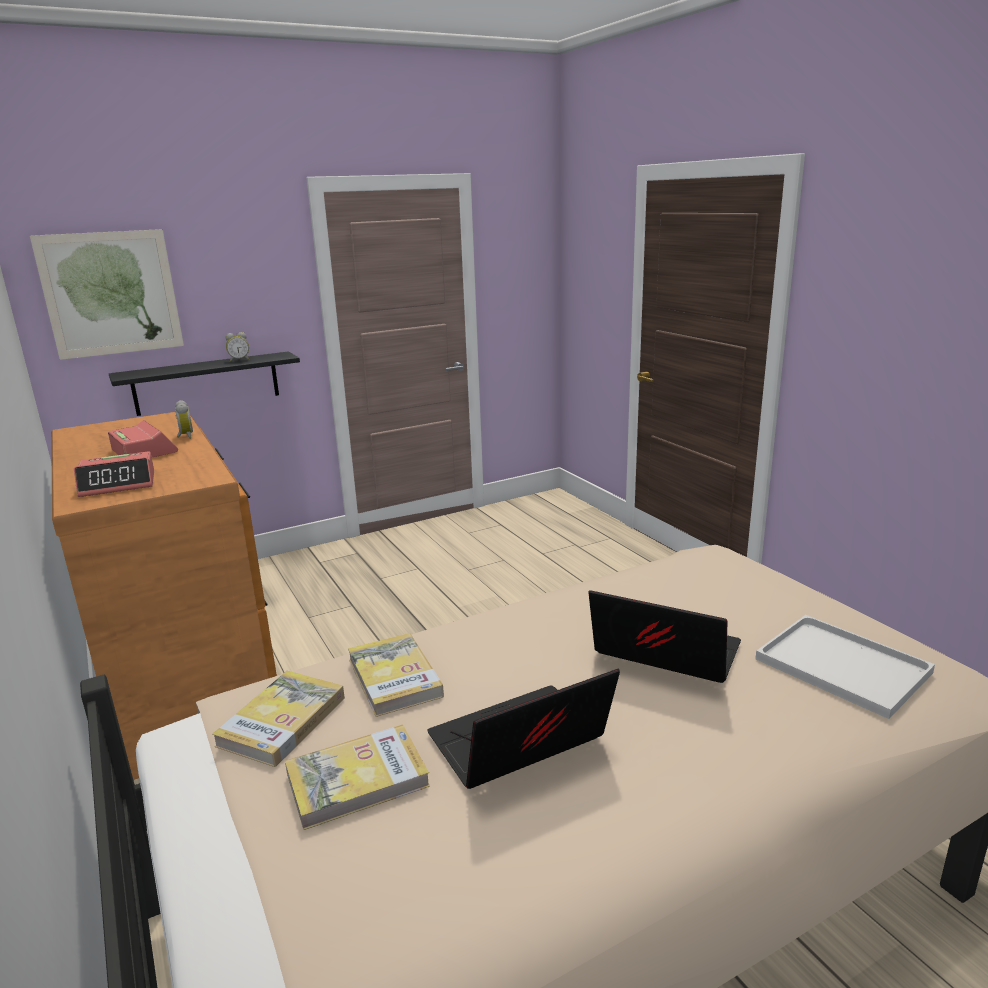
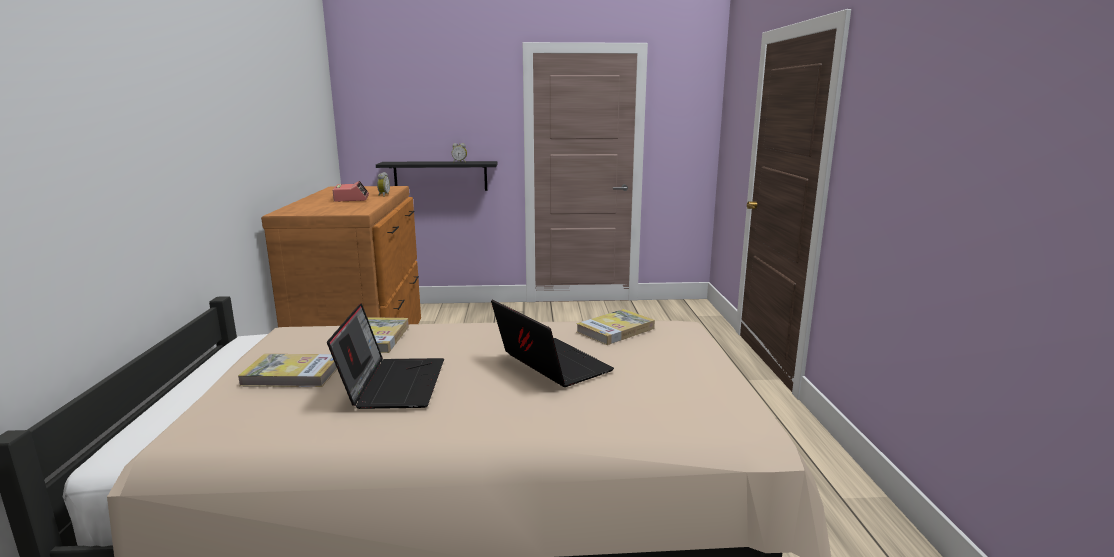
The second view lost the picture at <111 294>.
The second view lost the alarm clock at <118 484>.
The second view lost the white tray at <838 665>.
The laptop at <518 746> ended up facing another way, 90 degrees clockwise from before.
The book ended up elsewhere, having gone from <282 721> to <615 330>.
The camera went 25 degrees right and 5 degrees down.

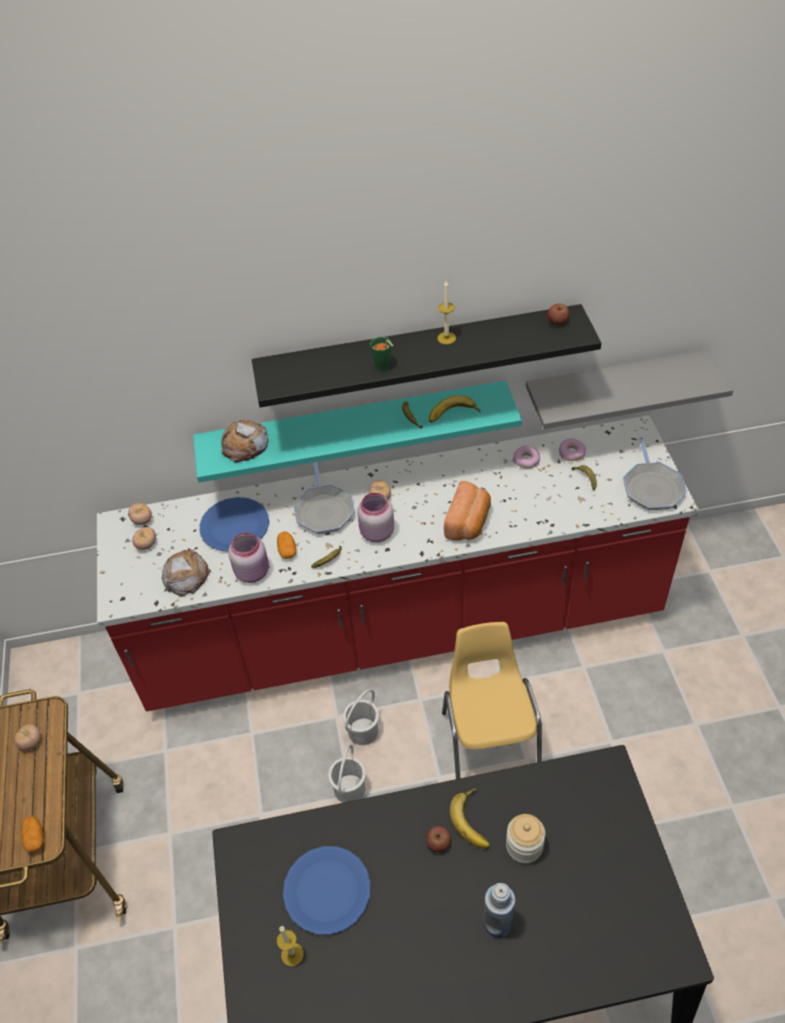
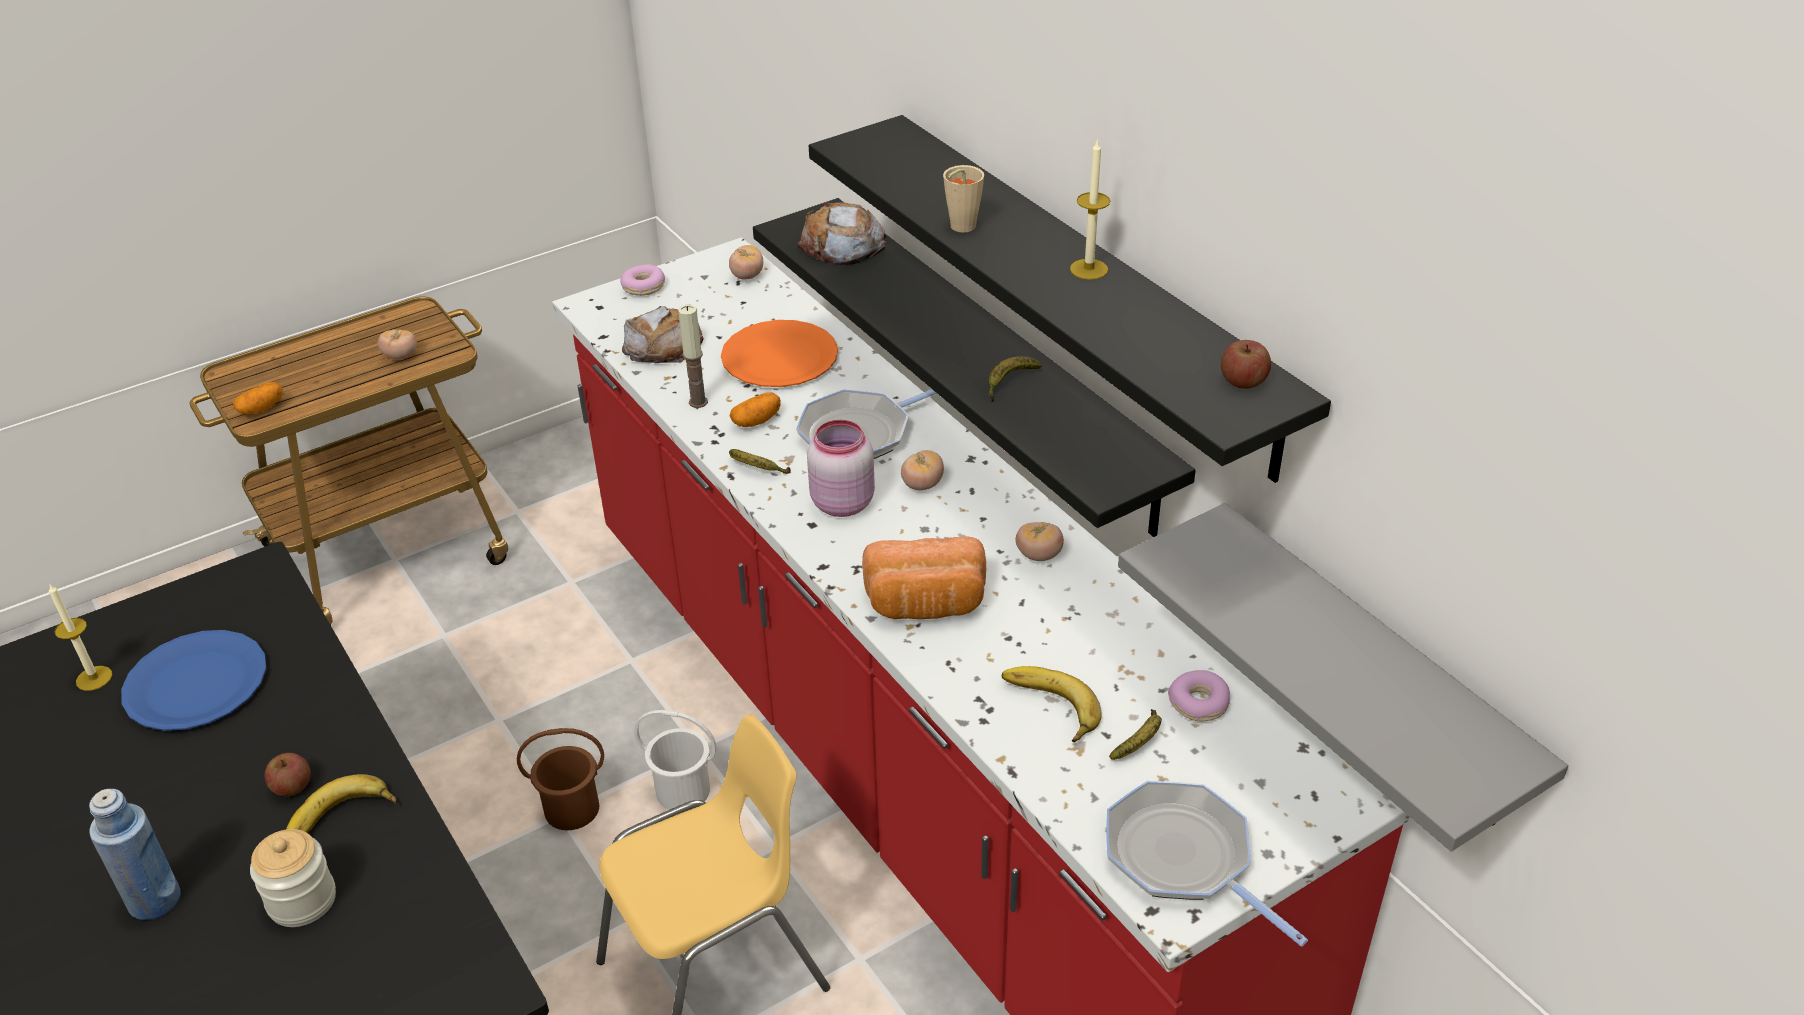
What was the green cup at <384 368> turned into the beige cup at <959 228>.
What was the turquoise shelf at <353 426> turned into the black shelf at <995 361>.
The banana ended up elsewhere, having gone from <453 415> to <1047 708>.
The frying pan at <652 487> ended up facing another way, 75 degrees clockwise from before.
The donut ended up elsewhere, having gone from <526 460> to <643 287>.
What was the blue plate at <234 526> turned into the orange plate at <779 357>.
The tomato ended up elsewhere, having gone from <146 545> to <1038 555>.
Where the pink jar stood at <253 572>, the candle came to stand at <698 402>.
What was the white bucket at <349 789> turned into the brown bucket at <571 808>.
The camera went 65 degrees right and 10 degrees down.

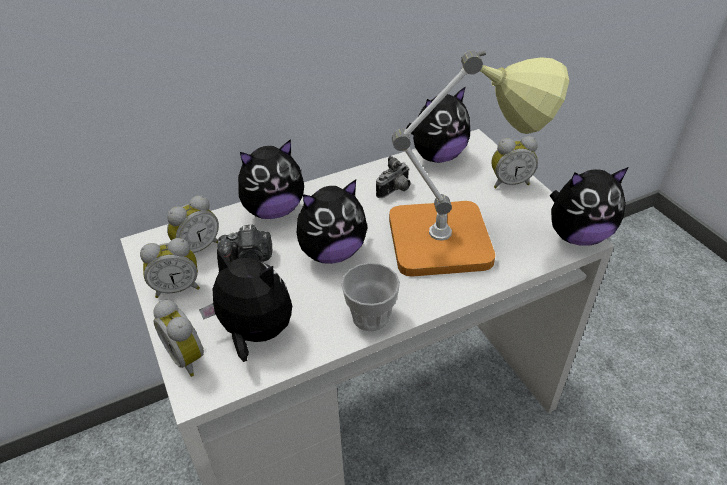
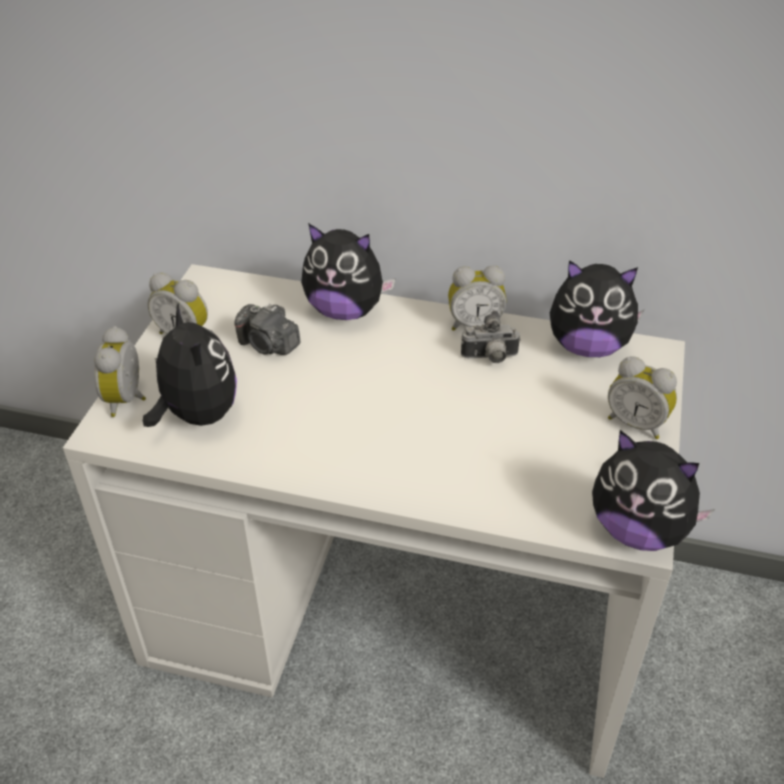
The second view lost the table lamp at <455 238>.
The second view lost the plush toy at <332 252>.
The alarm clock ended up elsewhere, having gone from <197 248> to <474 324>.
The second view lost the cup at <371 316>.
The camera went 40 degrees right and 0 degrees up.

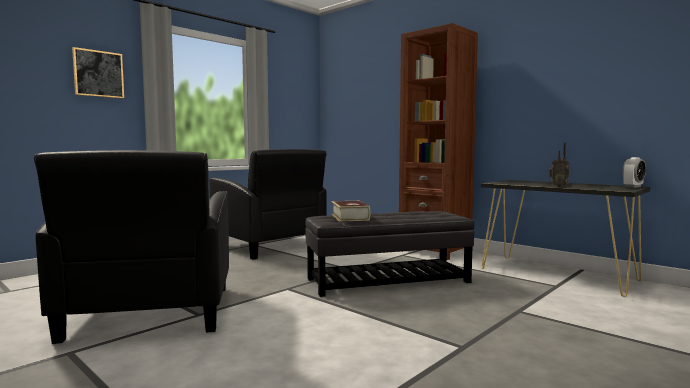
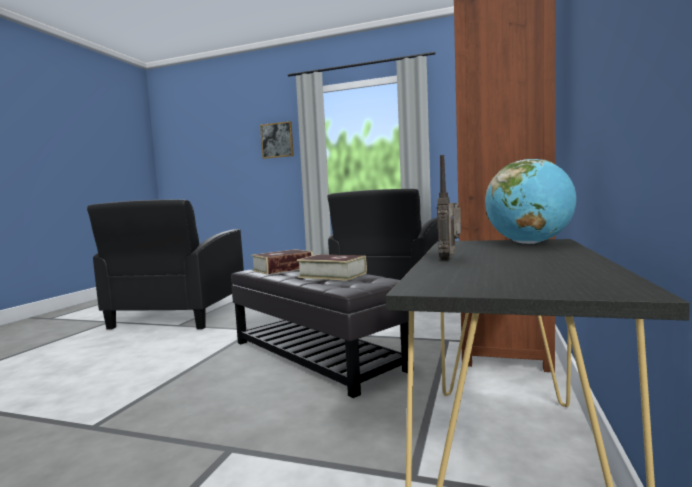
The black armchair at <151 313> ended up facing another way, 45 degrees counterclockwise from before.
The second view lost the alarm clock at <633 187>.
The second view gained the globe at <529 243>.
The second view gained the book at <332 275>.
The camera went 65 degrees right and 0 degrees up.

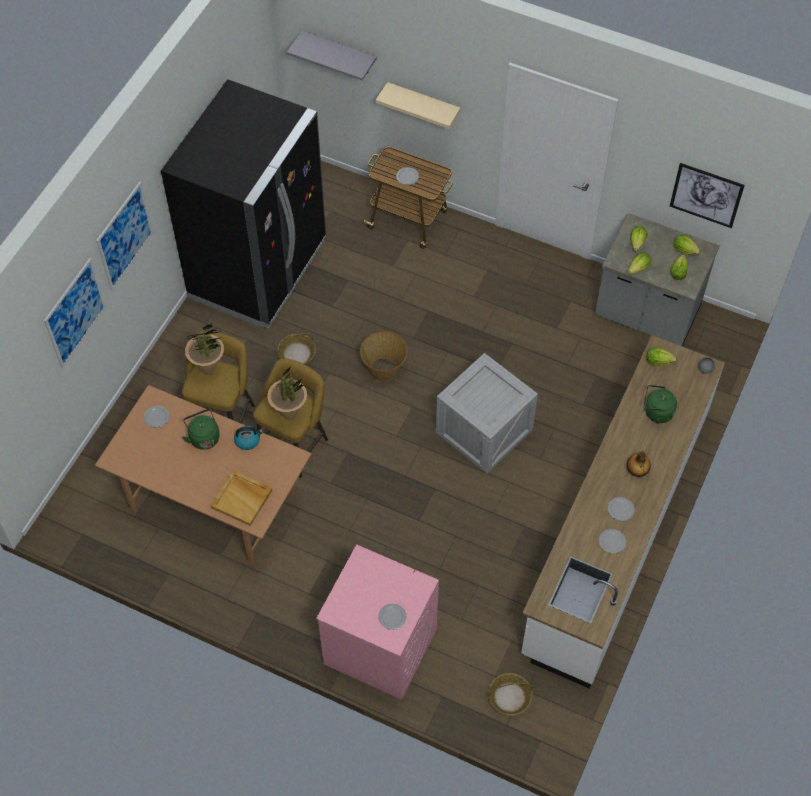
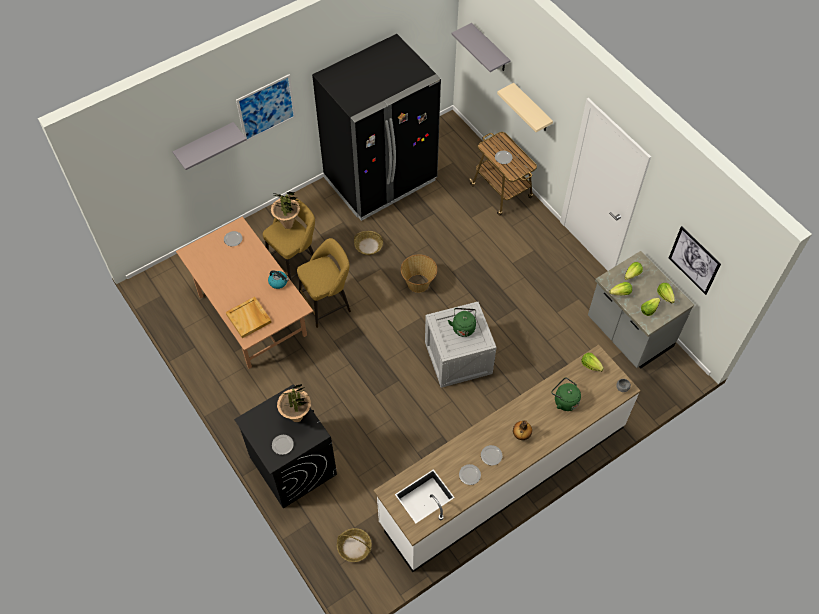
Where the picture hung at <75 313>, the grey shelf came to hang at <205 143>.
The potted plant ended up elsewhere, having gone from <289 414> to <297 417>.
The green kettle ended up elsewhere, having gone from <203 437> to <463 327>.
What was the pink washing machine at <379 646> turned into the black washing machine at <292 465>.
The camera went 30 degrees right and 0 degrees up.

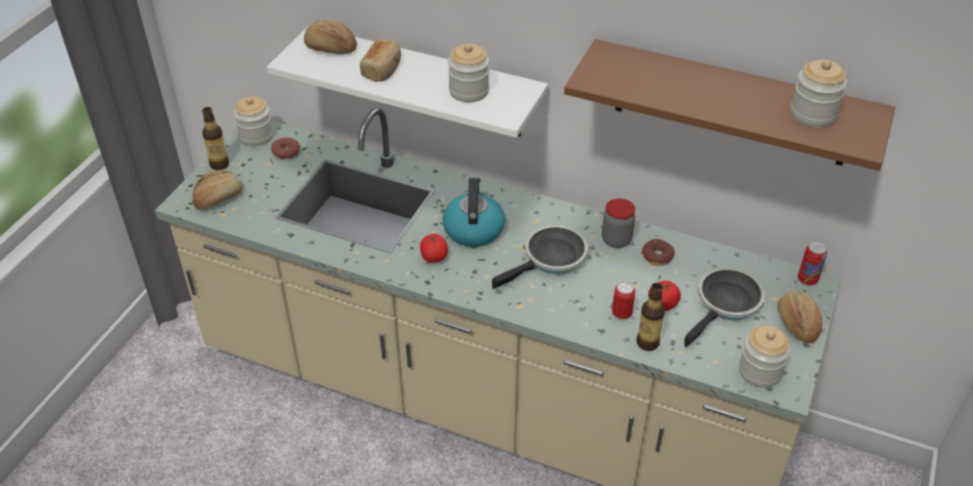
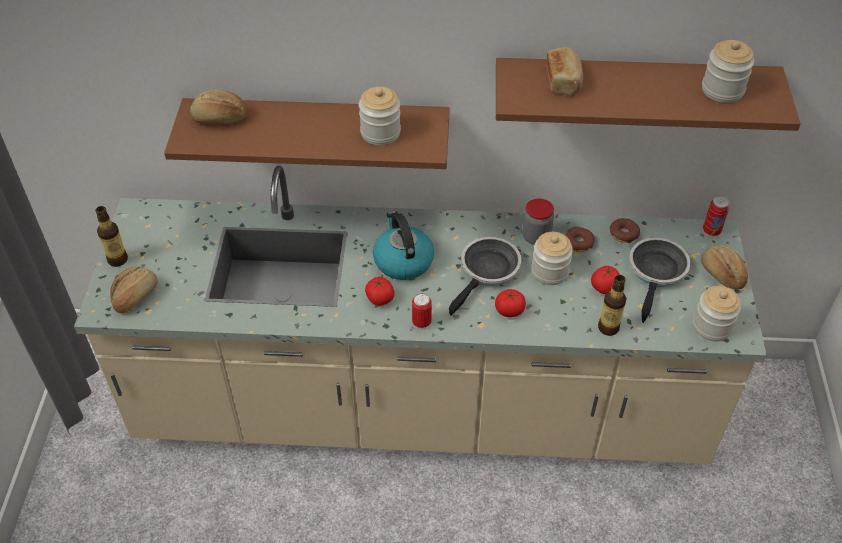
What was the white shelf at <425 82> turned into the brown shelf at <318 129>.
The bread ended up elsewhere, having gone from <382 69> to <564 80>.
The jar ended up elsewhere, having gone from <256 136> to <549 272>.
The donut ended up elsewhere, having gone from <286 152> to <623 234>.
The can ended up elsewhere, having gone from <621 314> to <421 322>.
The second view gained the tomato at <509 311>.
The camera went 20 degrees left and 5 degrees up.

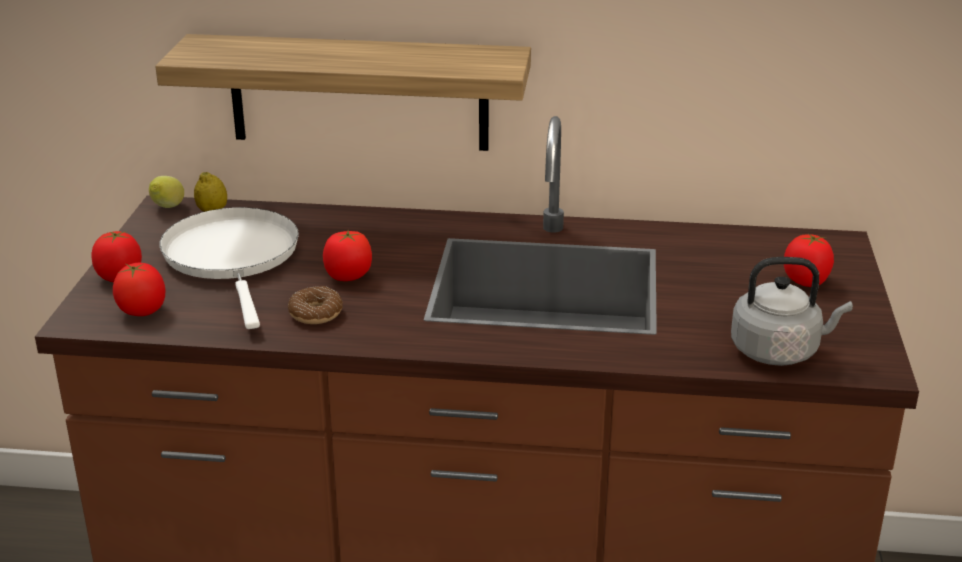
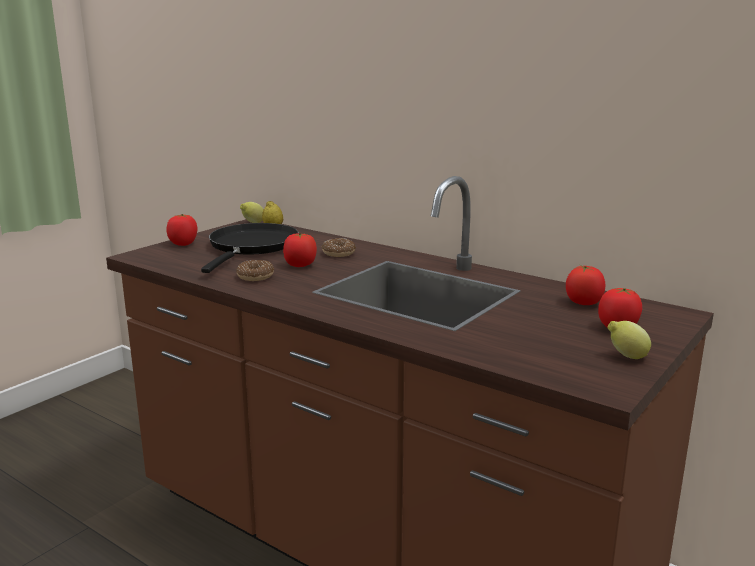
The second view lost the shelf at <359 92>.
What was the white frying pan at <233 258> turned into the black frying pan at <252 247>.
The second view lost the grey kettle at <779 351>.
The tomato ended up elsewhere, having gone from <142 311> to <583 303>.
The second view gained the donut at <338 253>.
The second view gained the lemon at <626 356>.
The camera went 30 degrees right and 10 degrees down.

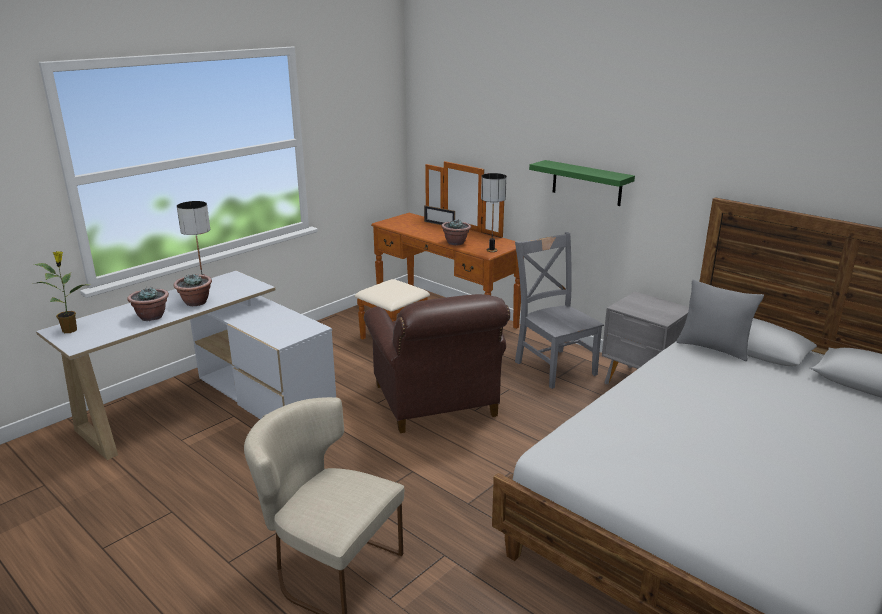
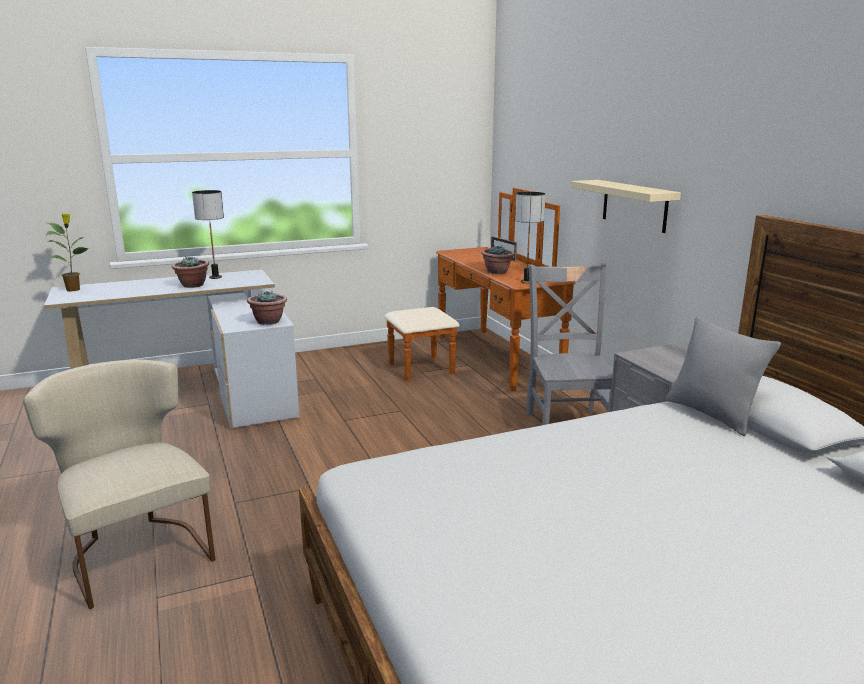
What was the green shelf at <586 183> turned into the beige shelf at <634 205>.
The potted plant ended up elsewhere, having gone from <151 317> to <268 321>.
The second view lost the brown armchair at <437 403>.
The camera went 25 degrees right and 5 degrees down.

